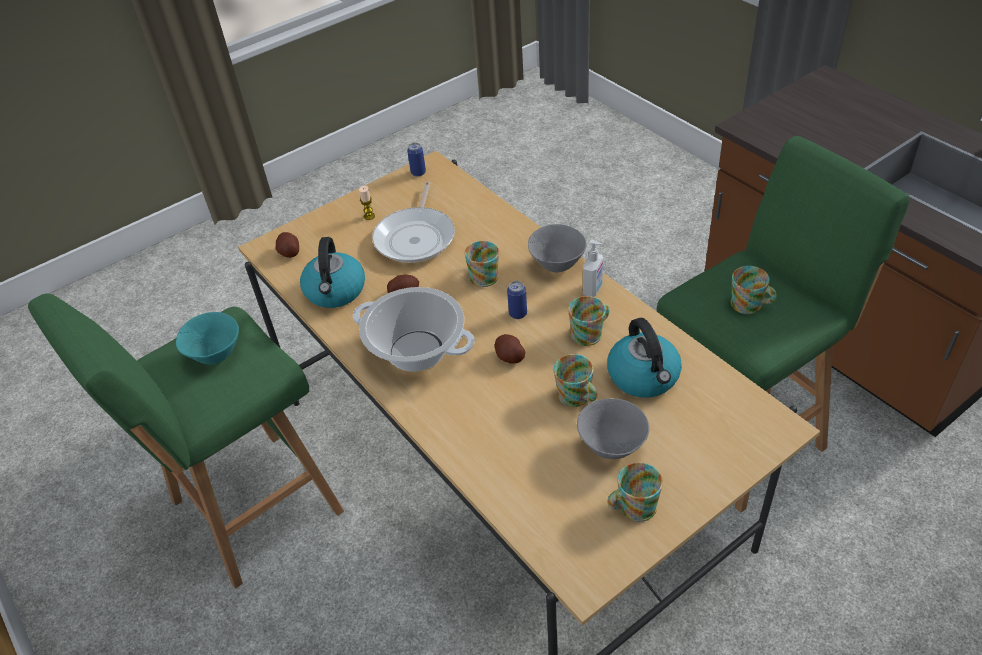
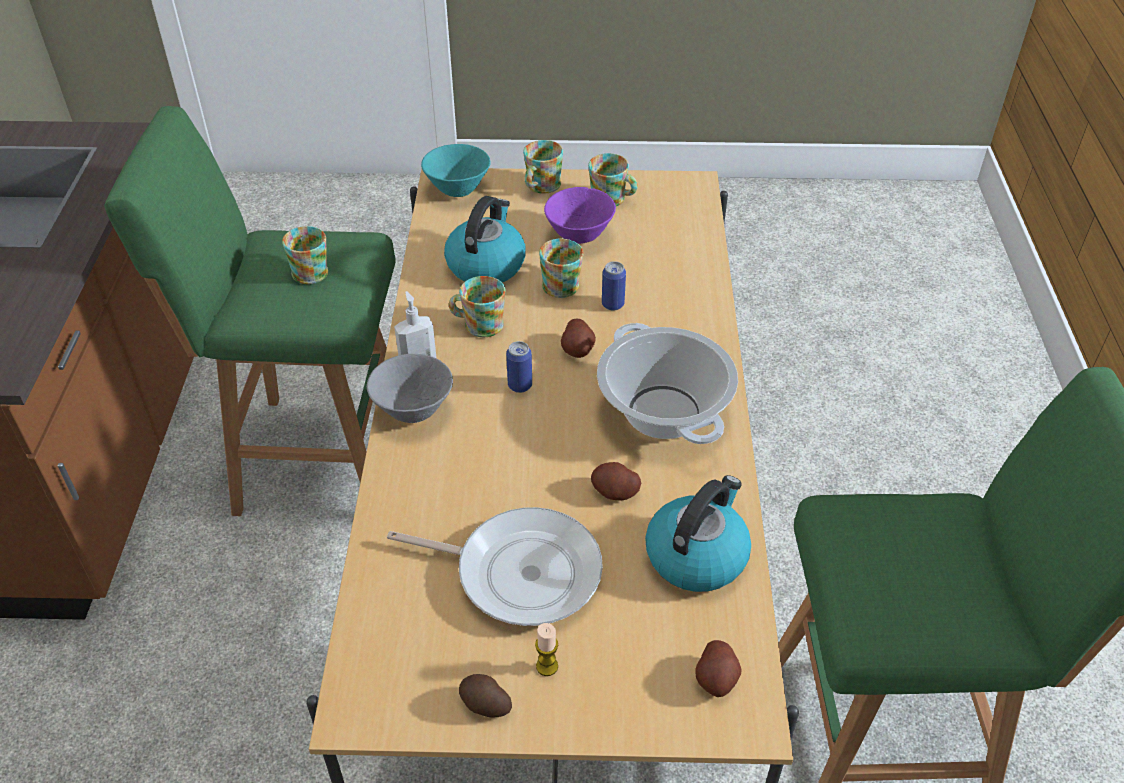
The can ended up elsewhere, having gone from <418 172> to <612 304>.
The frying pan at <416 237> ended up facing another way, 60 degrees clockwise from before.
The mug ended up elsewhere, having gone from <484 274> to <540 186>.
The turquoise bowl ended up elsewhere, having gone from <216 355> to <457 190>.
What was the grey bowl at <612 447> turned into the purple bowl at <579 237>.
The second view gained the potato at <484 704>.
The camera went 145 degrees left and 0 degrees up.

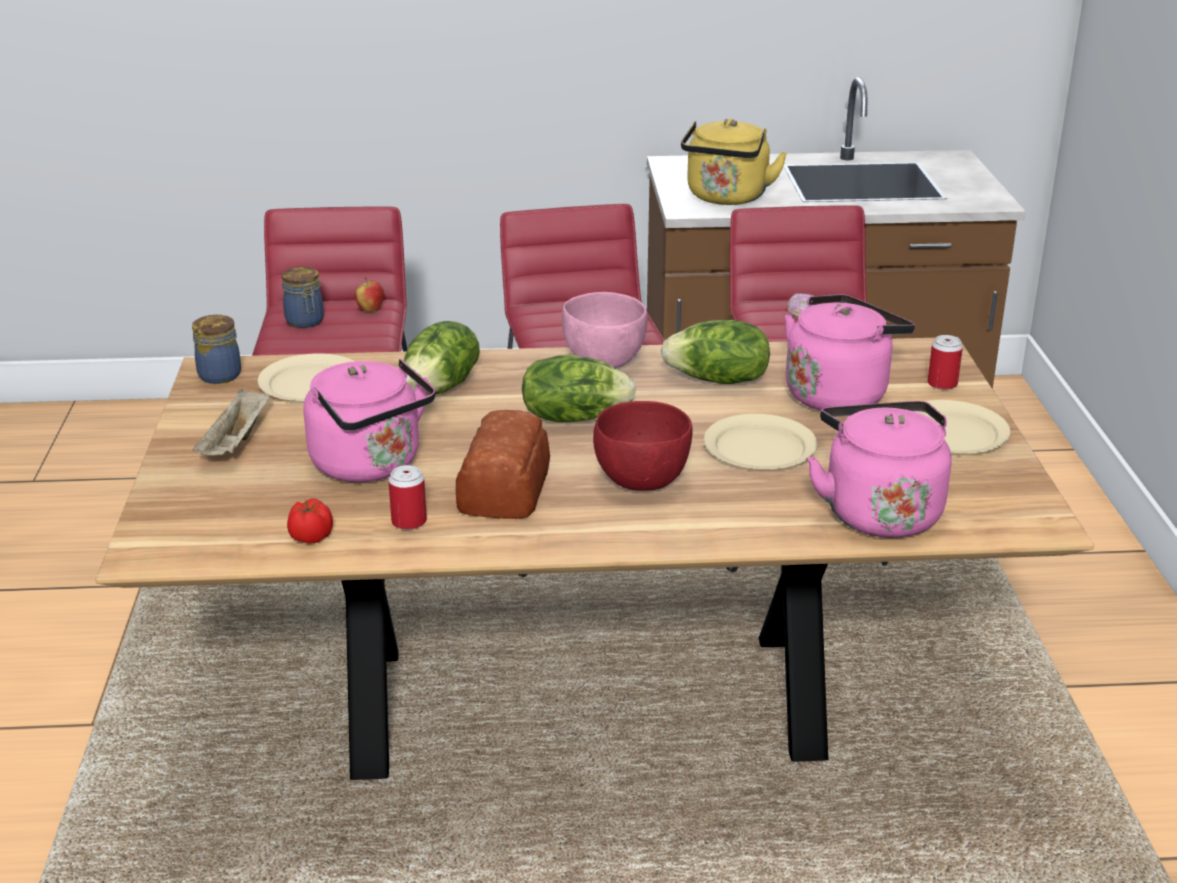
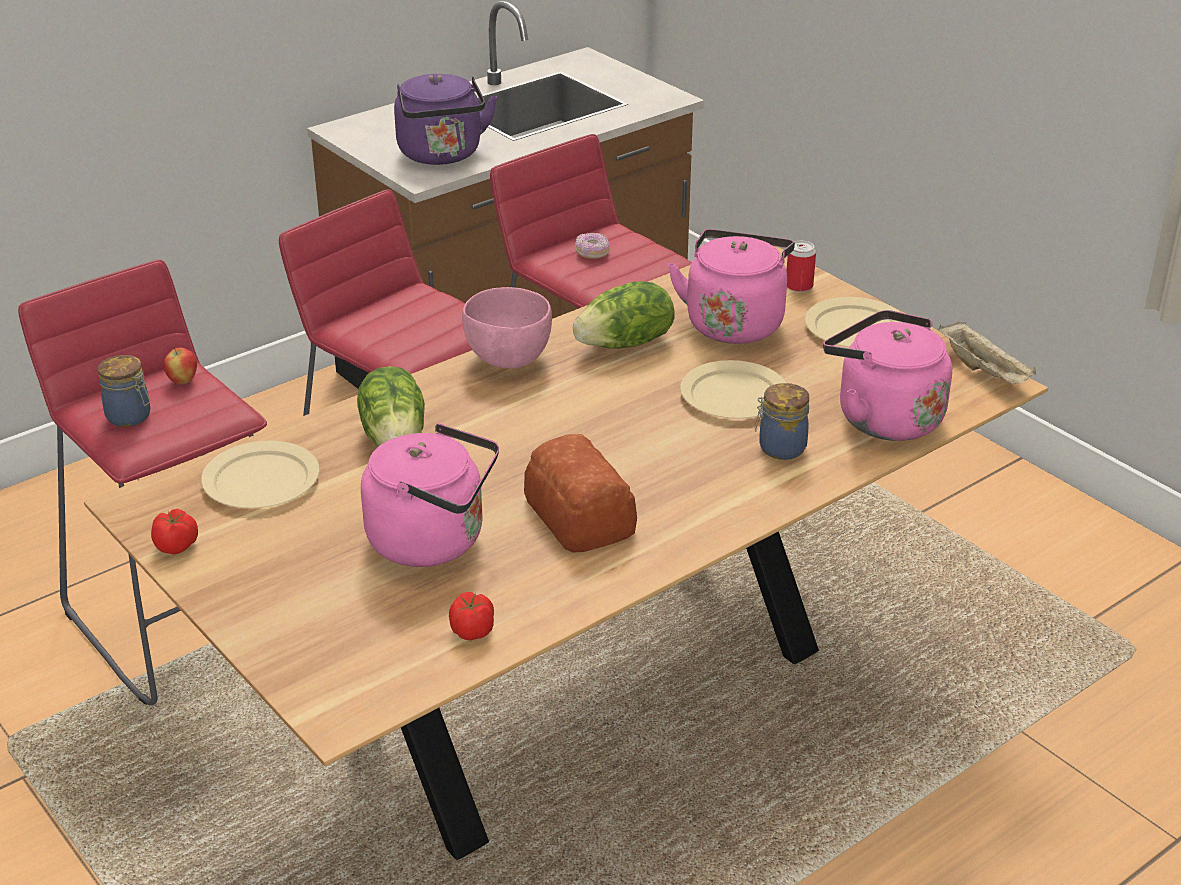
What was the yellow kettle at <726 198> turned into the purple kettle at <442 155>.
The jar ended up elsewhere, having gone from <218 375> to <780 448>.
The second view lost the lettuce at <574 417>.
The beige tray ended up elsewhere, having gone from <236 443> to <984 371>.
The second view lost the red bowl at <640 481>.
The second view lost the can at <409 522>.
The second view gained the tomato at <177 546>.
The camera went 35 degrees left and 5 degrees up.

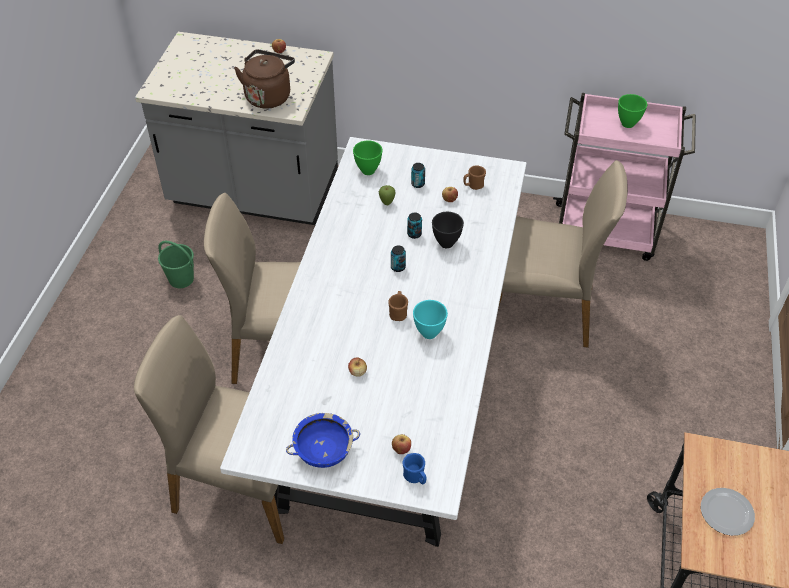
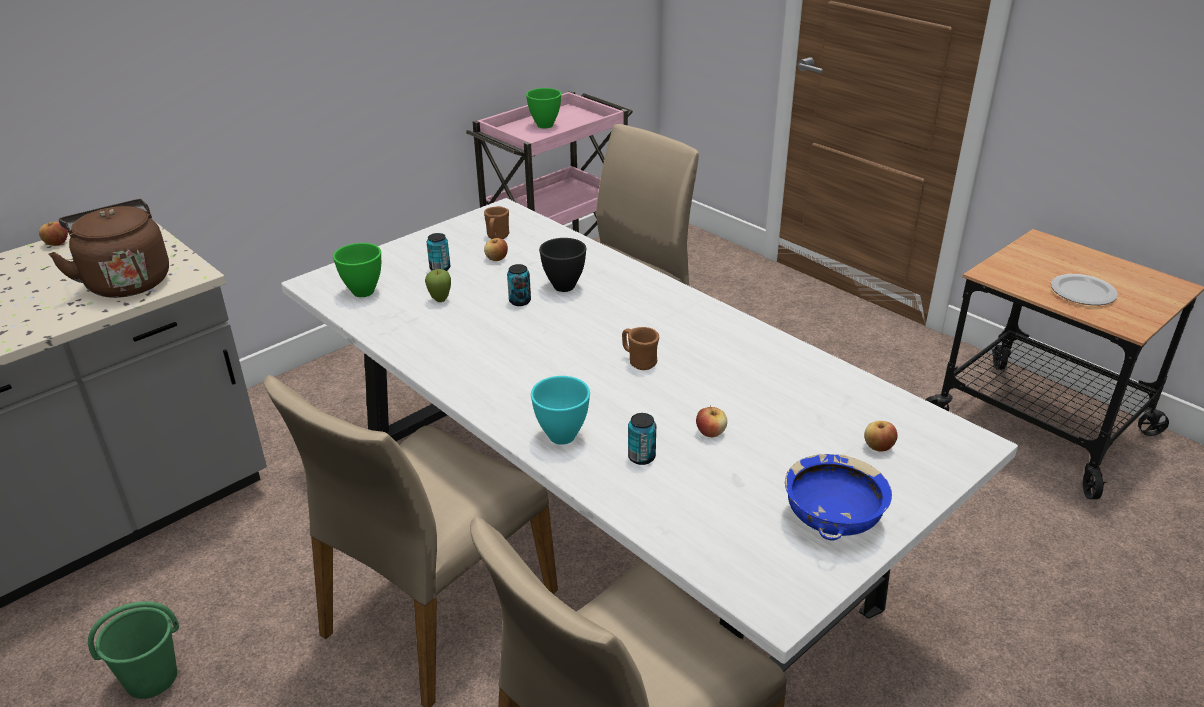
The can ended up elsewhere, having gone from <398 267> to <641 457>.
The turquoise bowl ended up elsewhere, having gone from <430 333> to <563 436>.
The second view lost the blue mug at <415 478>.
The camera went 55 degrees left and 15 degrees down.

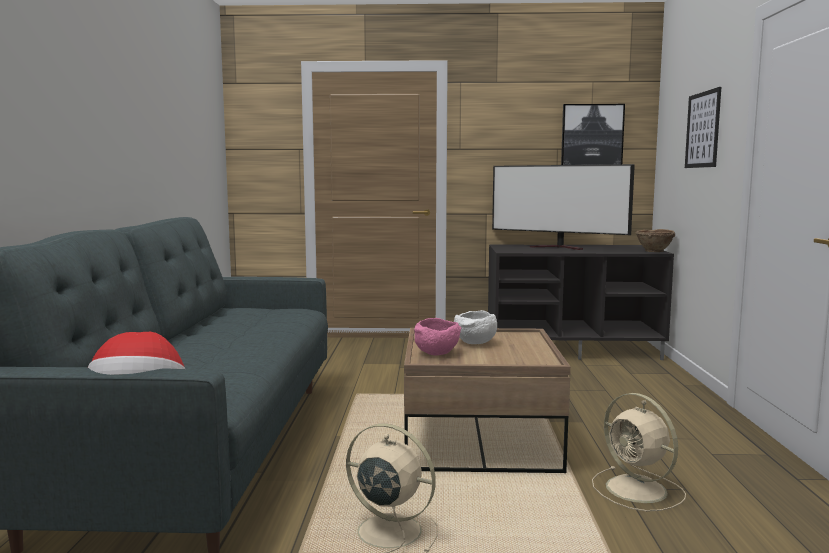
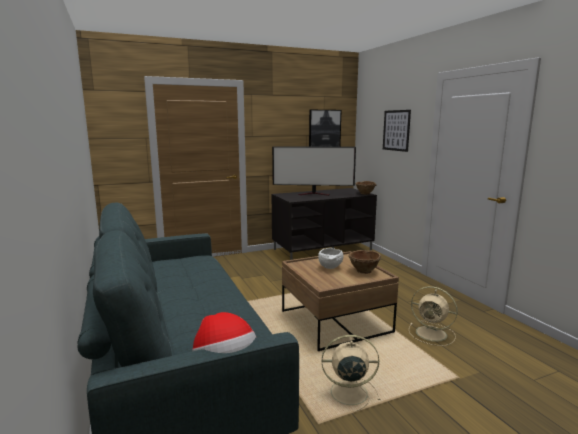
The second view lost the pink bowl at <437 353>.
The second view gained the brown bowl at <363 271>.
The camera went 25 degrees left and 5 degrees up.

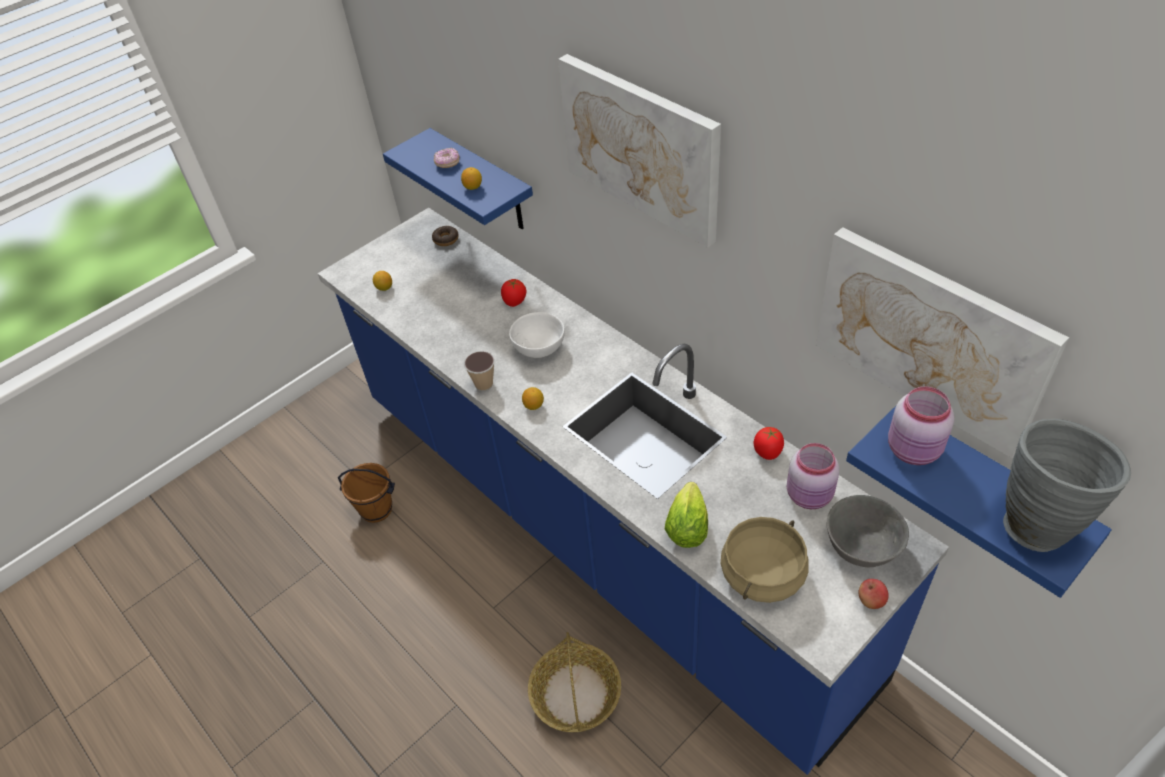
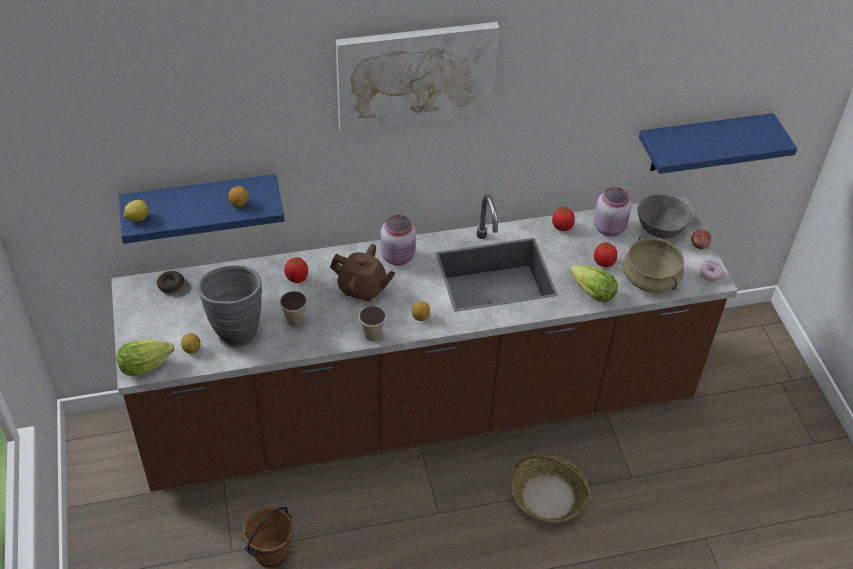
The donut ended up elsewhere, having gone from <447 163> to <710 275>.
What was the blue counter at <597 530> turned into the brown counter at <421 412>.
The second view lost the picture at <930 338>.
Where the white bowl stood at <537 348>, the brown teapot came to stand at <362 288>.
The pink jar ended up elsewhere, having gone from <915 451> to <399 256>.
The grey vase ended up elsewhere, having gone from <1038 521> to <235 331>.
The second view gained the lemon at <137 218>.
The second view gained the tomato at <604 262>.
The second view gained the cup at <295 320>.
The second view gained the lettuce at <148 365>.
The camera went 65 degrees left and 0 degrees up.

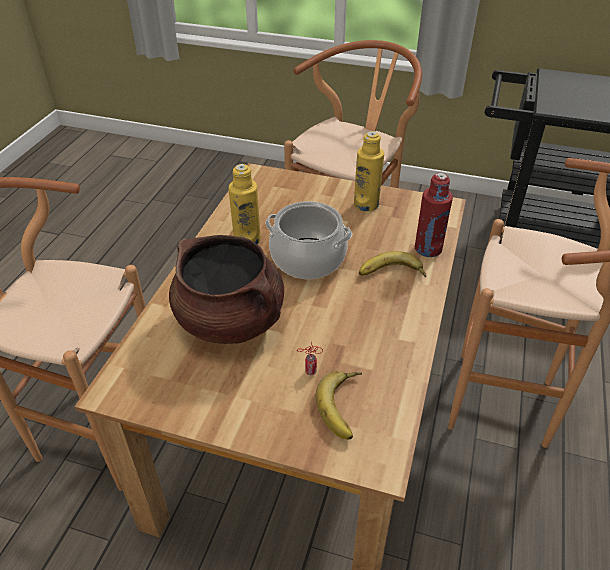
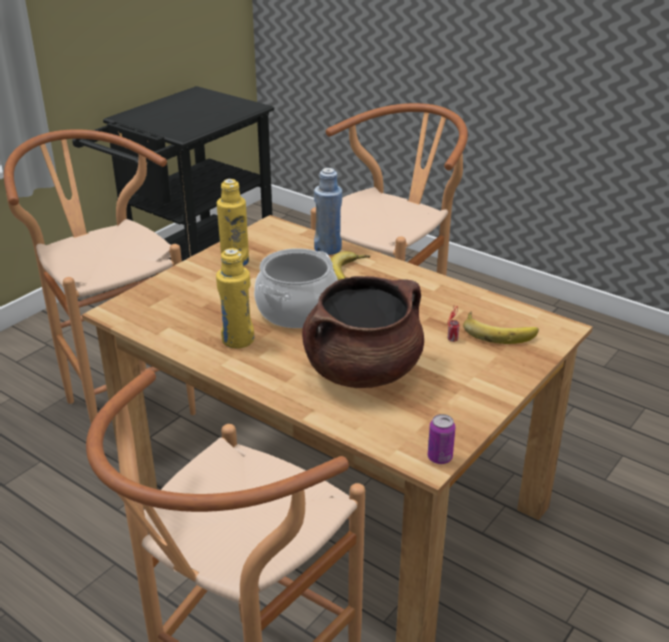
What was the red bottle at <428 249> turned into the blue bottle at <328 249>.
The second view gained the can at <439 457>.
The camera went 70 degrees left and 10 degrees down.

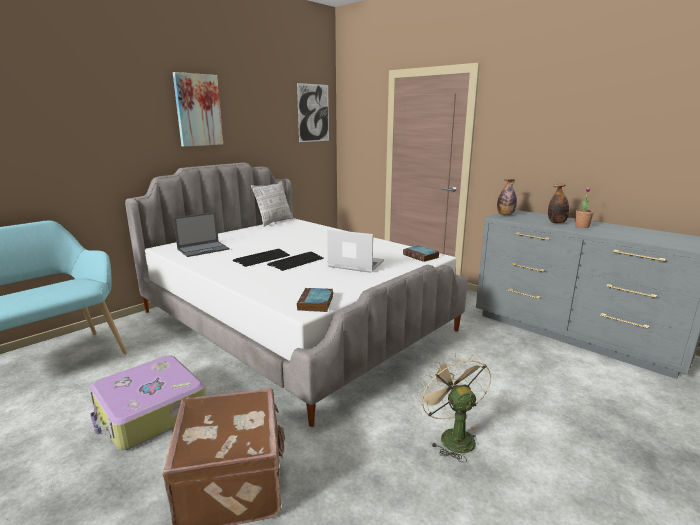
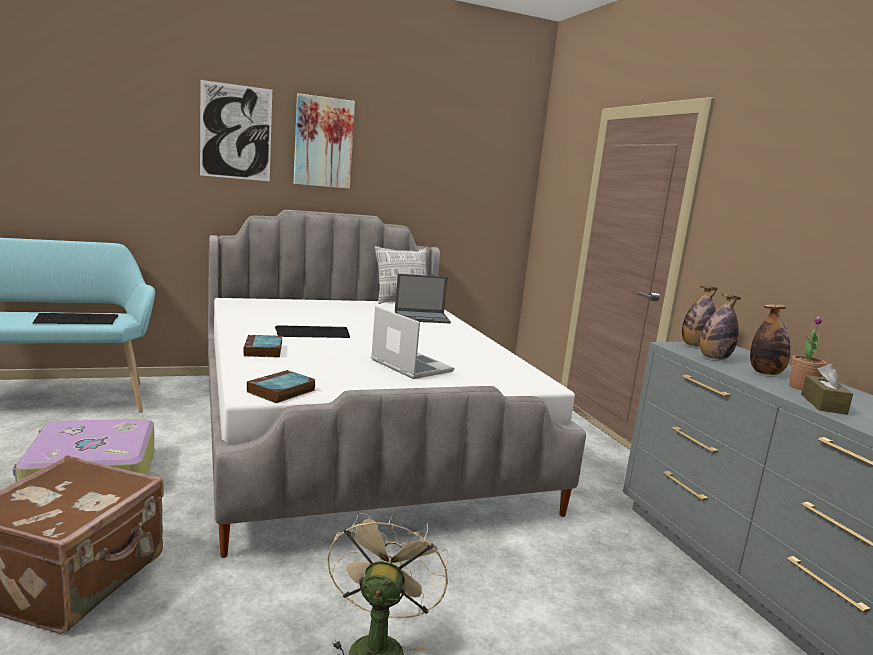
The picture ended up elsewhere, having gone from <313 113> to <236 132>.
The laptop ended up elsewhere, having gone from <204 249> to <422 317>.
The book ended up elsewhere, having gone from <421 256> to <263 350>.
The keyboard ended up elsewhere, having gone from <296 262> to <76 320>.
The second view gained the bottle at <714 358>.
The second view gained the brown tissue box at <823 404>.
The camera went 25 degrees right and 5 degrees down.

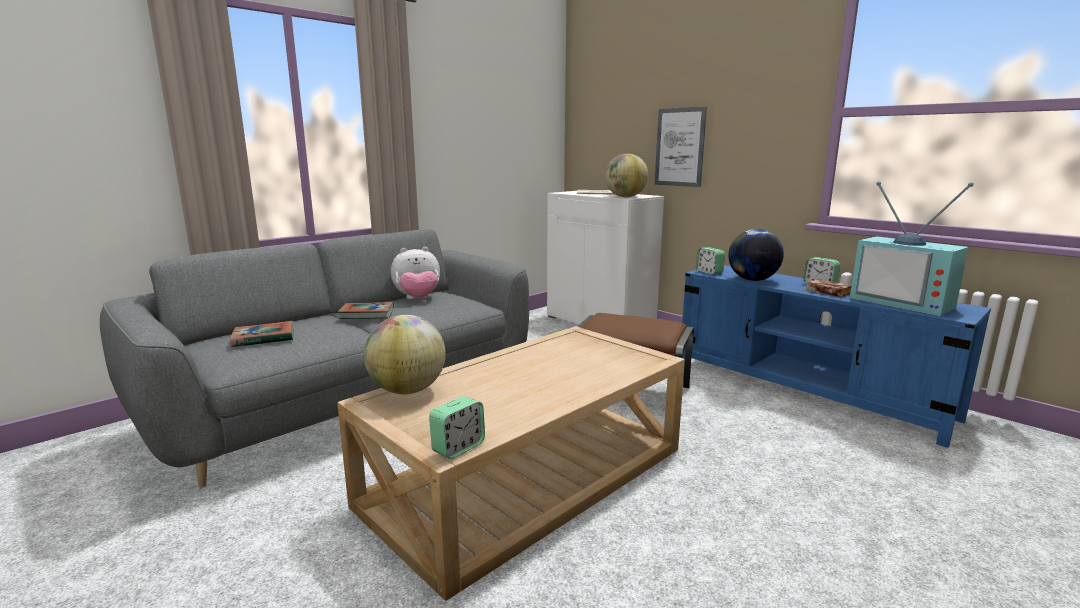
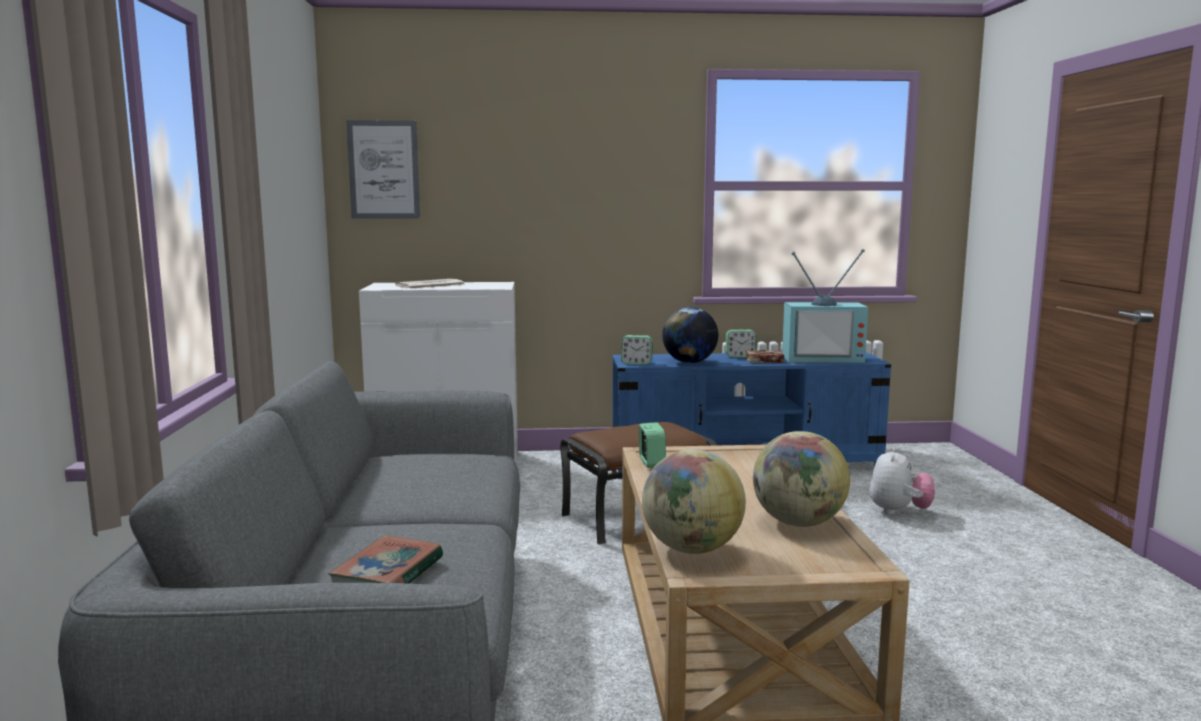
The picture ended up elsewhere, having gone from <679 147> to <384 170>.
The globe ended up elsewhere, having gone from <625 197> to <798 523>.
The plush toy ended up elsewhere, having gone from <418 299> to <899 512>.
The second view lost the book at <367 314>.
The alarm clock ended up elsewhere, having gone from <458 448> to <651 463>.
The camera went 50 degrees left and 5 degrees down.

